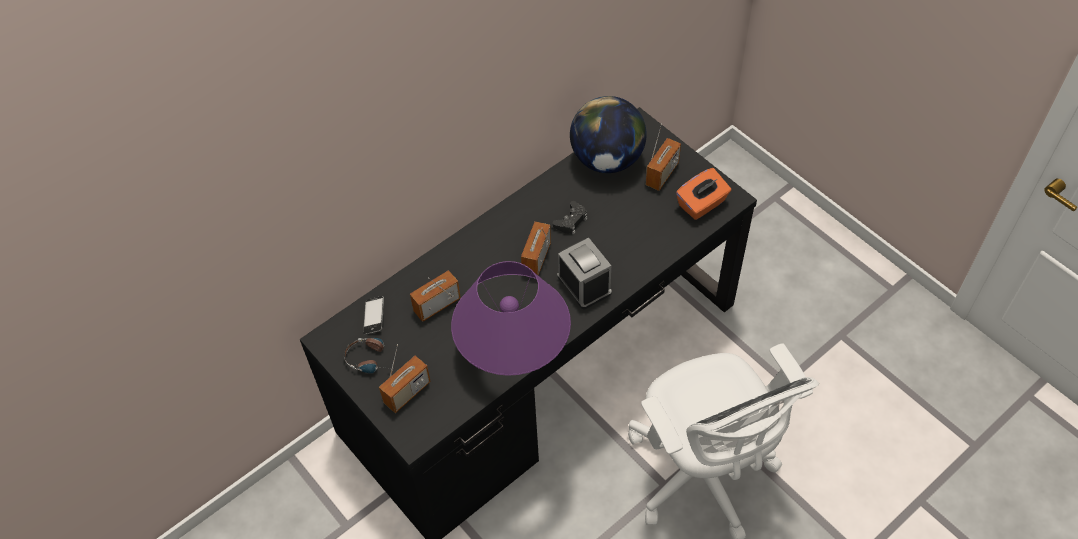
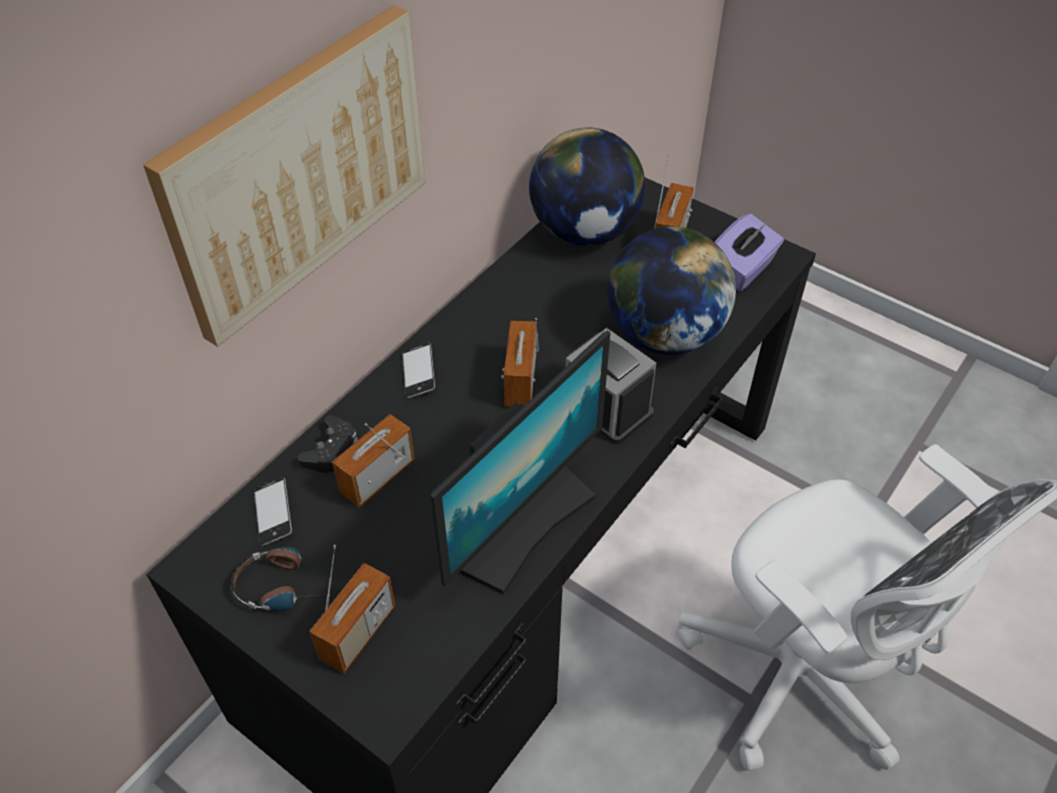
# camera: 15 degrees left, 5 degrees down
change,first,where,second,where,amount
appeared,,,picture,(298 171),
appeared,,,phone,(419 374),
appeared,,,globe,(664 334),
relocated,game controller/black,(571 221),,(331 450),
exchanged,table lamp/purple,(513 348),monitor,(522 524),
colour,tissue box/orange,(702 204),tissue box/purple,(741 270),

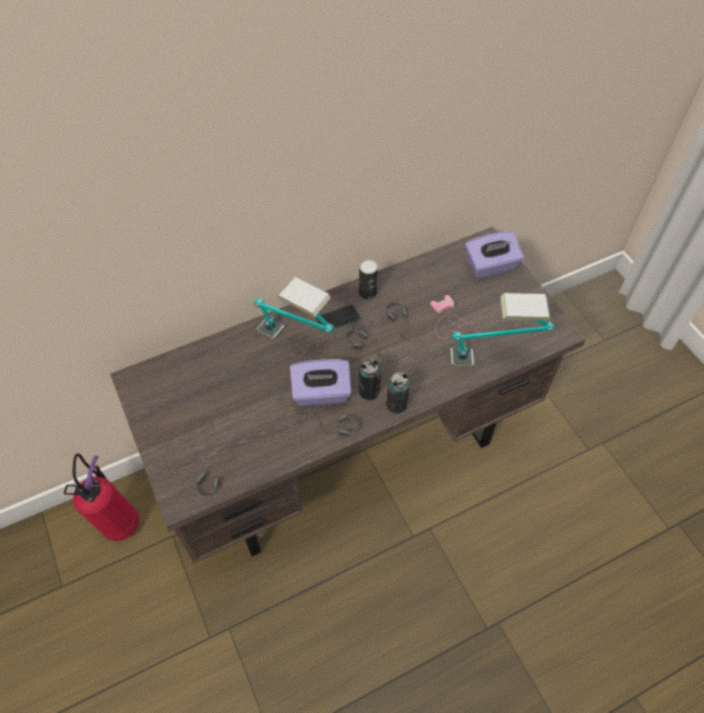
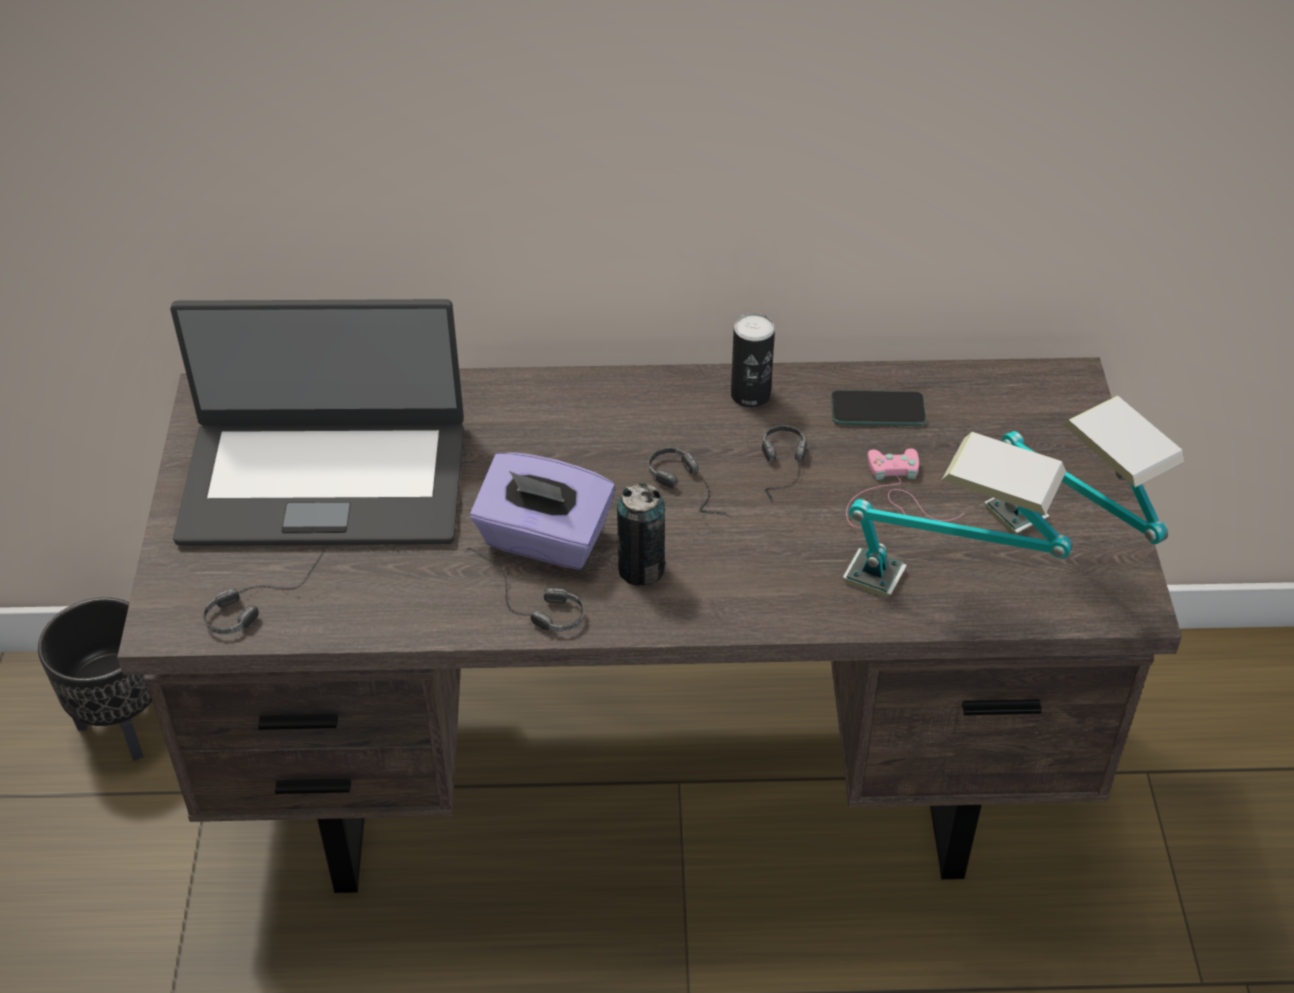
# camera: 25 degrees right, 10 degrees down
change,first,where,second,where,amount
missing,can,(396 404),,,
missing,tissue box/purple,(490 266),,,
appeared,,,laptop,(325 480),
relocated,table lamp,(296 343),,(1064 559),
relocated,phone,(338 319),,(877 410),
exchanged,fire extinguisher,(119 523),planter/black,(124 727),

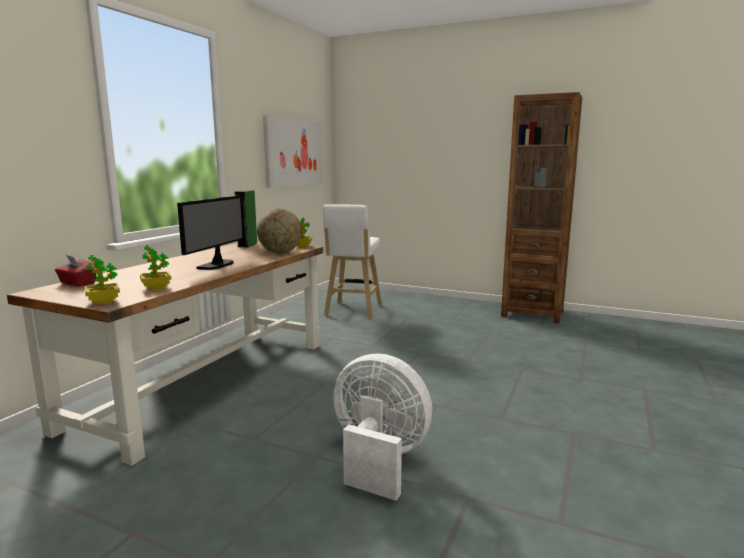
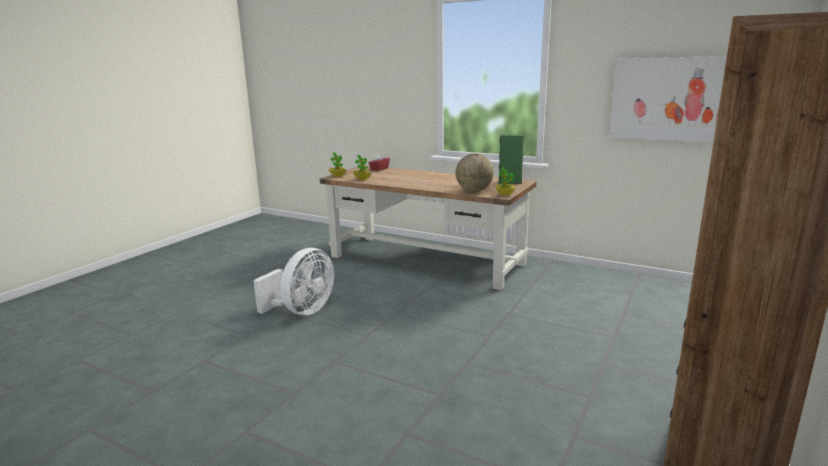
# camera: 95 degrees right, 5 degrees up
change,first,where,second,where,amount
missing,monitor,(217 265),,,
missing,stool/white,(352 311),,,

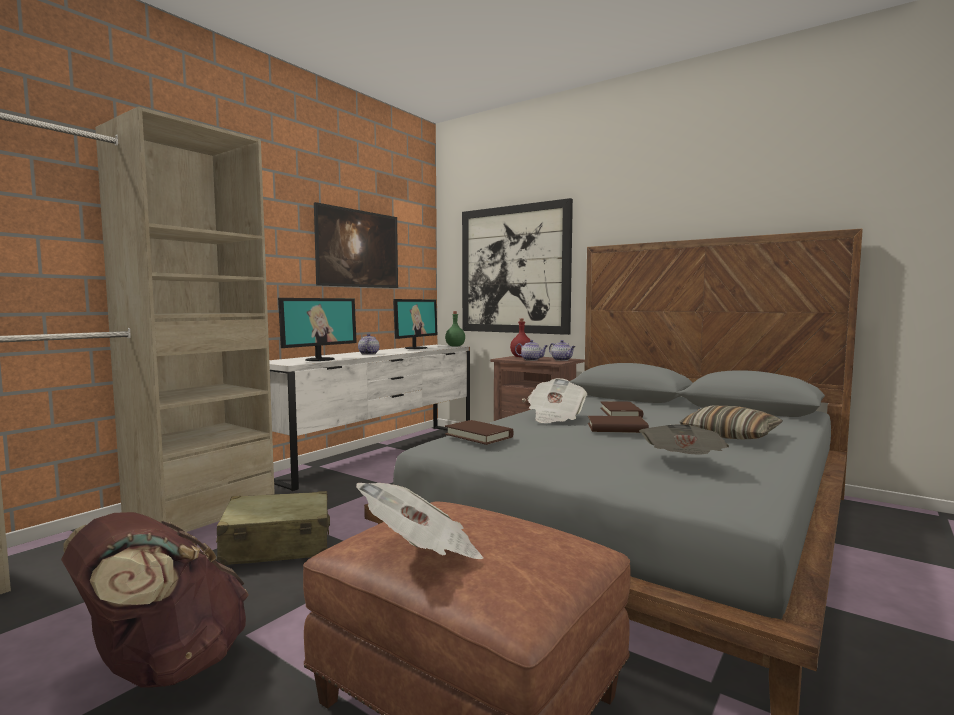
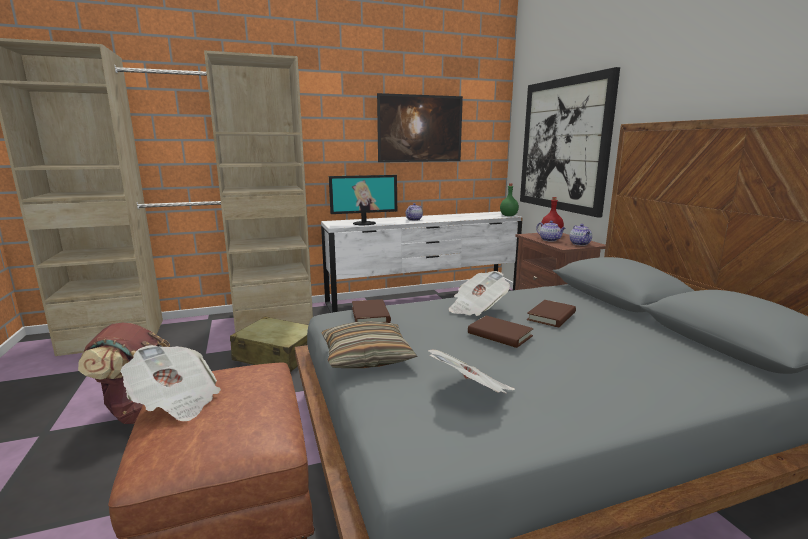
# camera: 35 degrees right, 10 degrees up
change,first,where,second,where,amount
missing,monitor,(415 348),,,
relocated,pillow,(730 435),,(366 356),

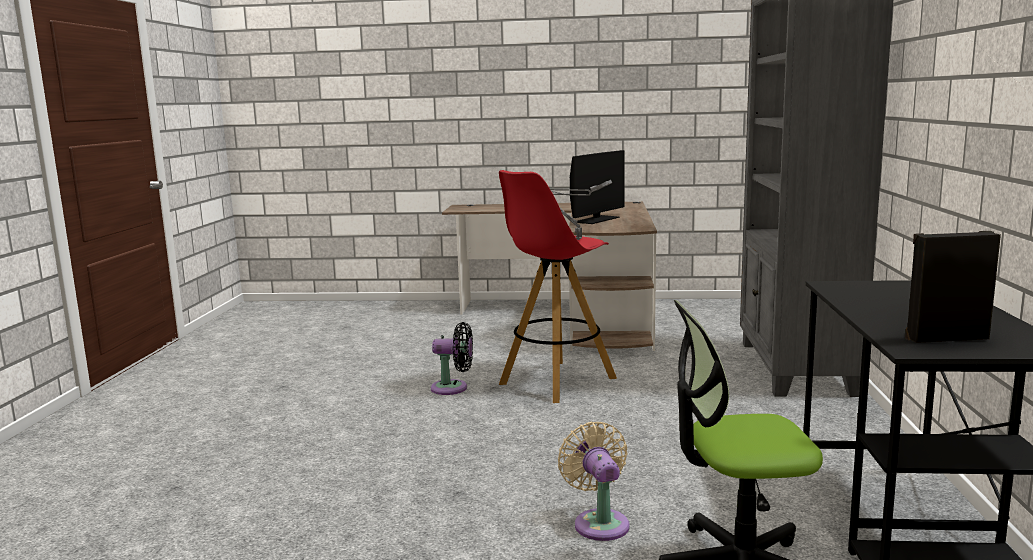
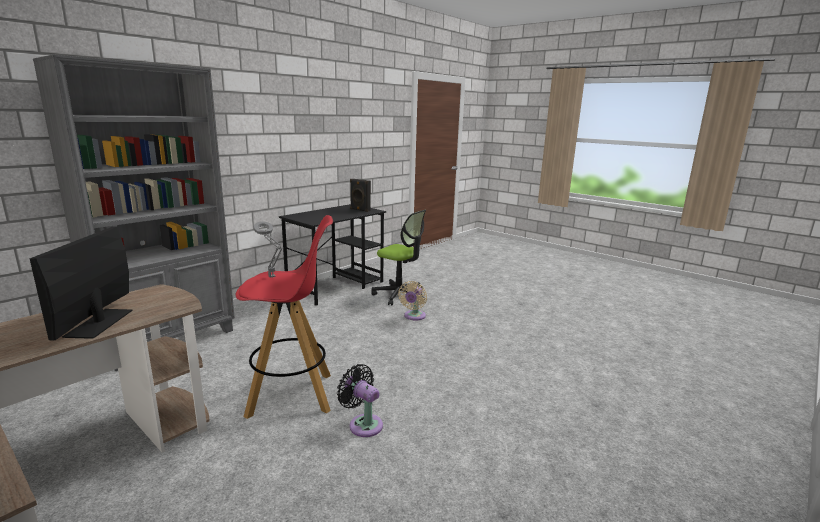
# camera: 145 degrees left, 5 degrees up
change,first,where,second,where,amount
spun,monitor,(596 220),,(99 323),75 degrees counterclockwise

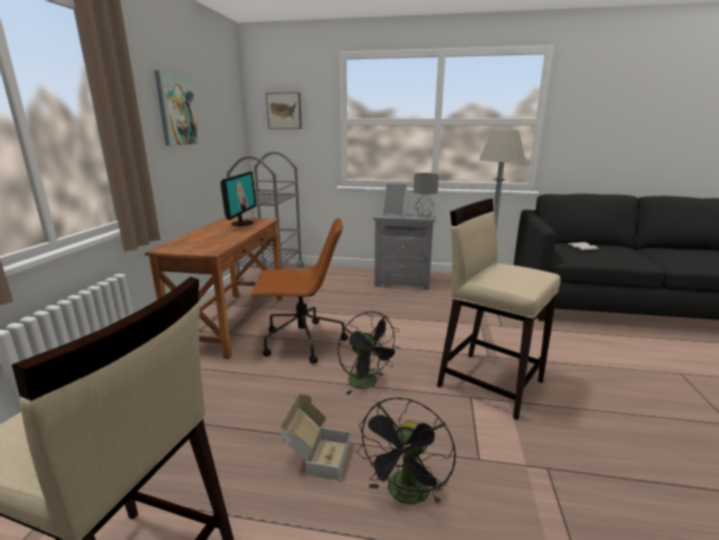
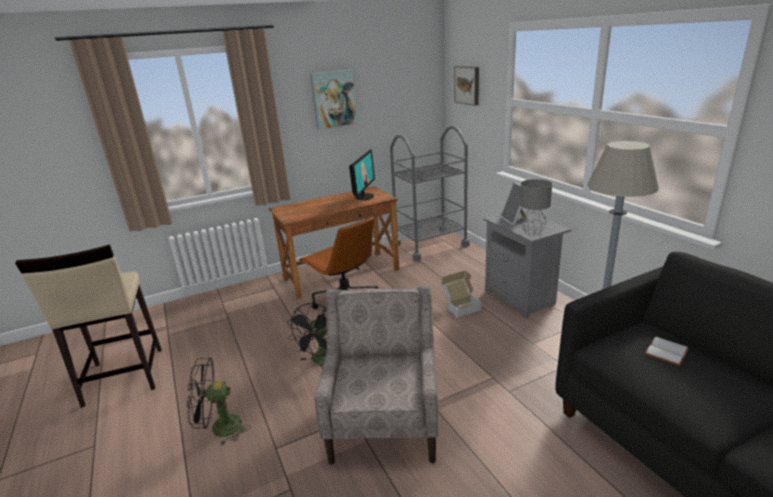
# camera: 55 degrees right, 5 degrees up
change,first,where,second,where,amount
relocated,cardboard box,(316 456),,(460 306),
exchanged,stool/beige,(489 382),armchair/beige,(385 419),
spun,monitor,(242 223),,(364 197),45 degrees counterclockwise

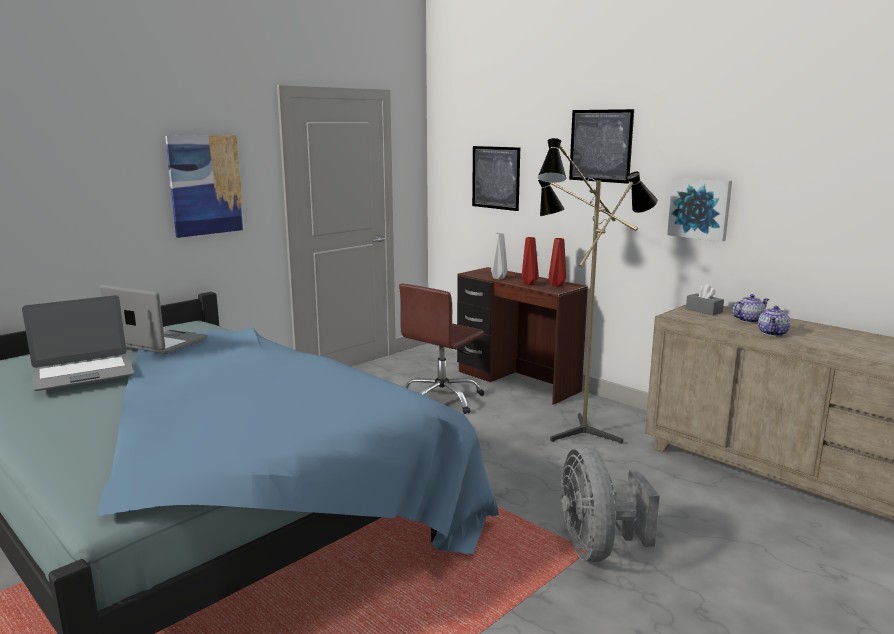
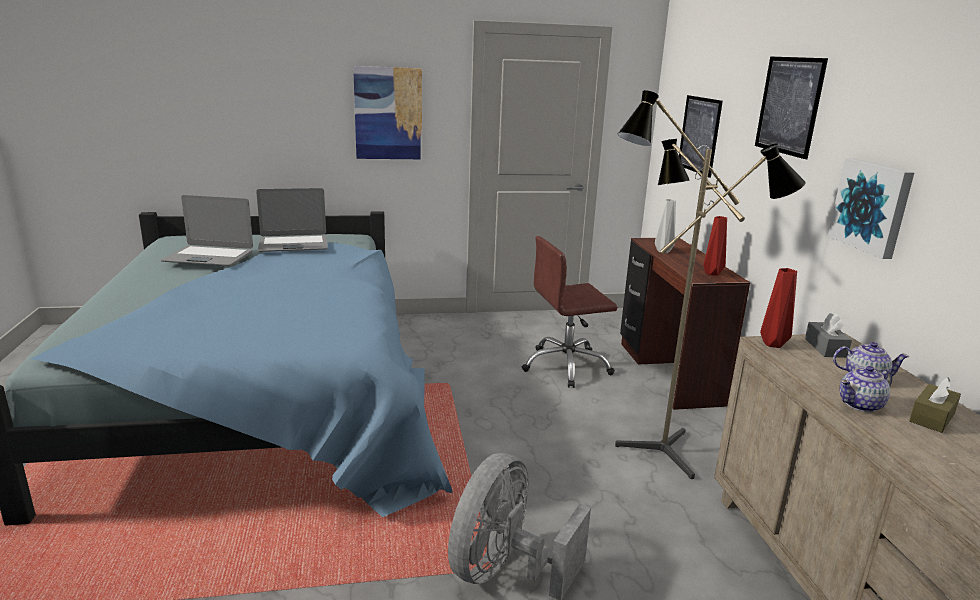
# camera: 35 degrees right, 5 degrees up
change,first,where,second,where,amount
appeared,,,tissue box/brown,(932 417),
relocated,vase/red,(529 284),,(773 345),
spun,laptop,(157 342),,(293 245),105 degrees clockwise

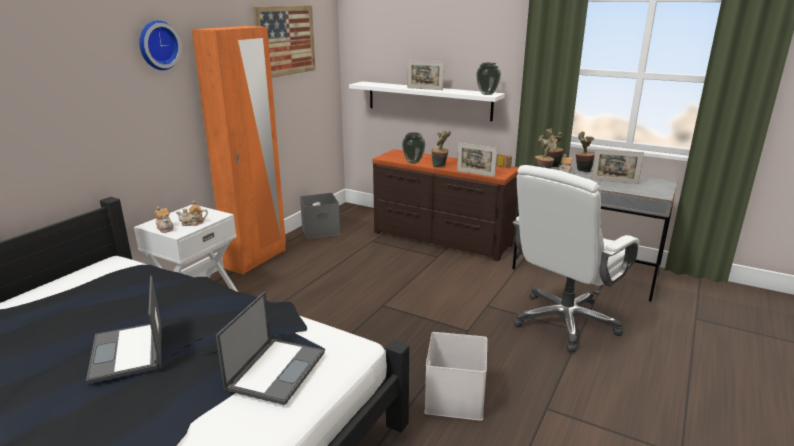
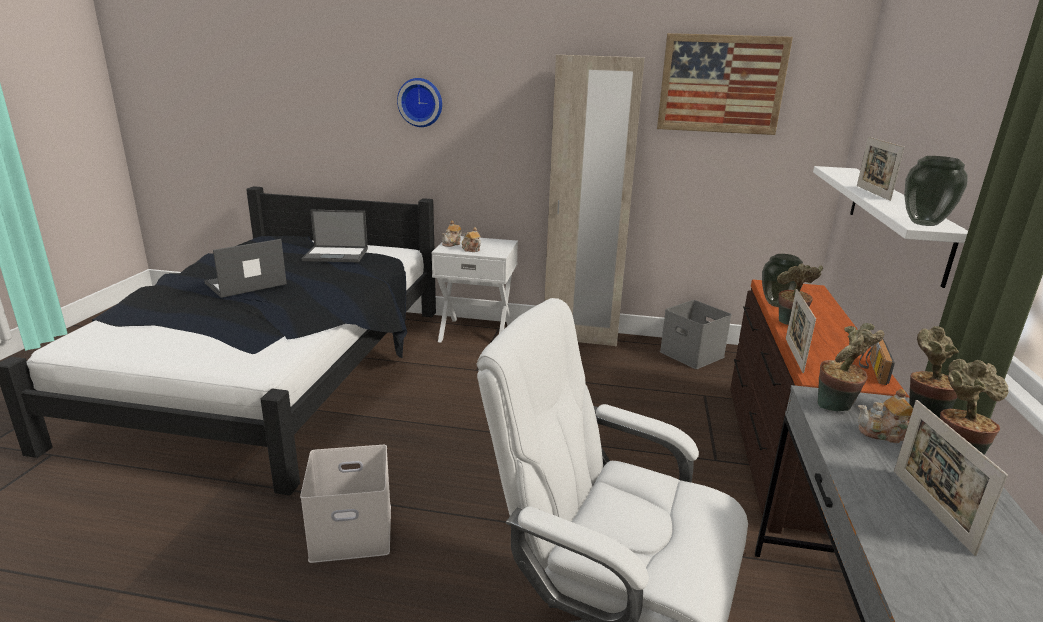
# camera: 70 degrees right, 0 degrees up
change,first,where,second,where,amount
relocated,wall clock,(157 45),,(421 102),
relocated,laptop,(276 369),,(337 255),
colour,wardrobe/orange,(256 259),wardrobe/beige,(580 337),

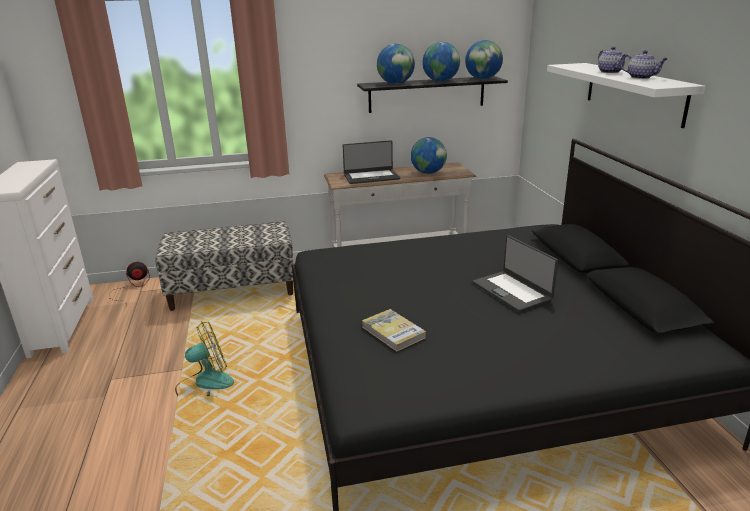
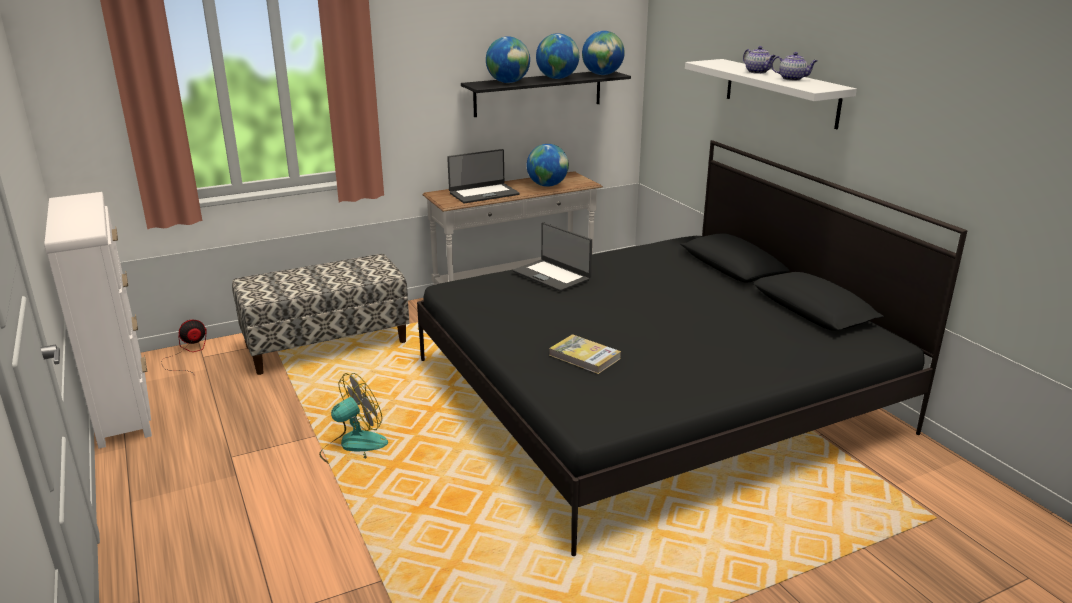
# camera: 15 degrees left, 0 degrees up
change,first,where,second,where,amount
relocated,laptop,(512 291),,(552 275),

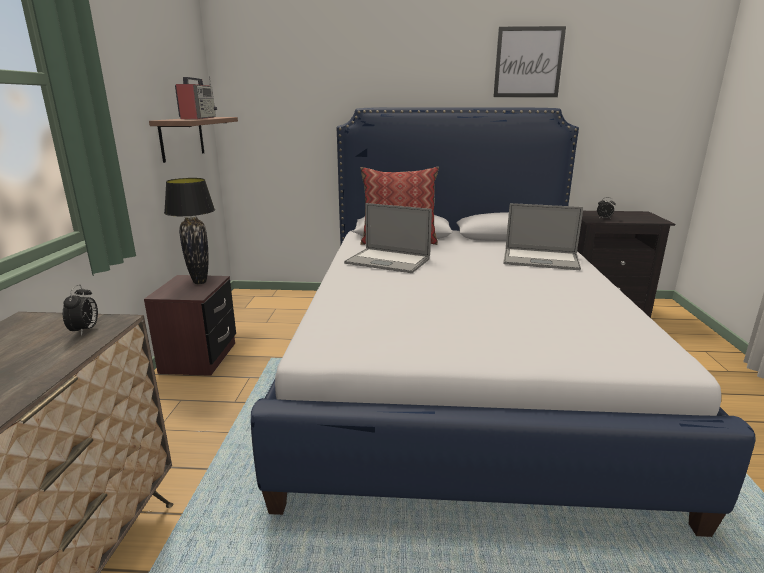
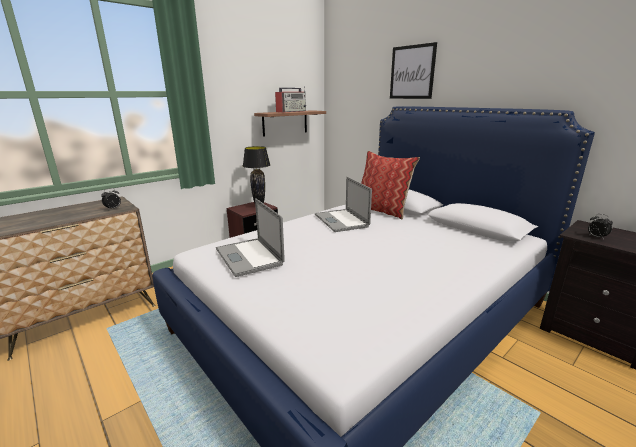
# camera: 45 degrees right, 0 degrees up
change,first,where,second,where,amount
relocated,picture,(528 62),,(412 72),
relocated,laptop,(540 260),,(249 256),

